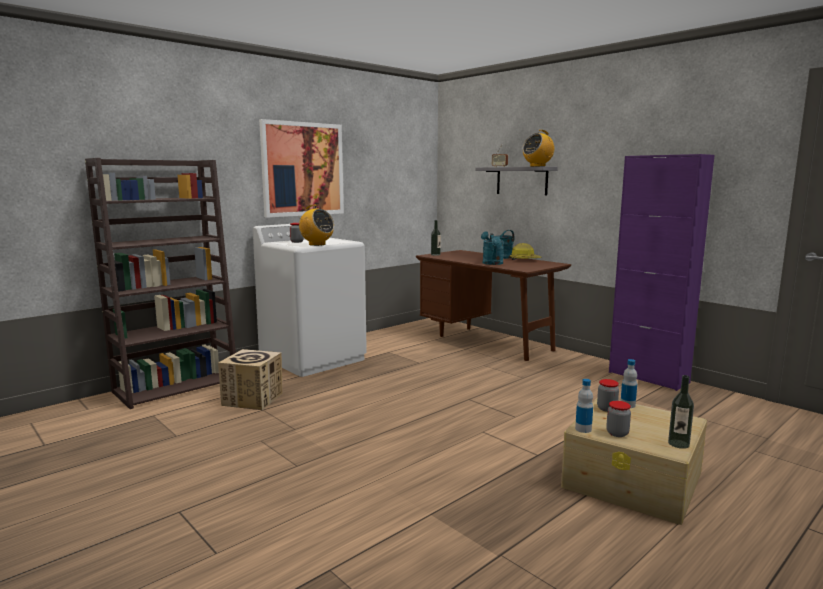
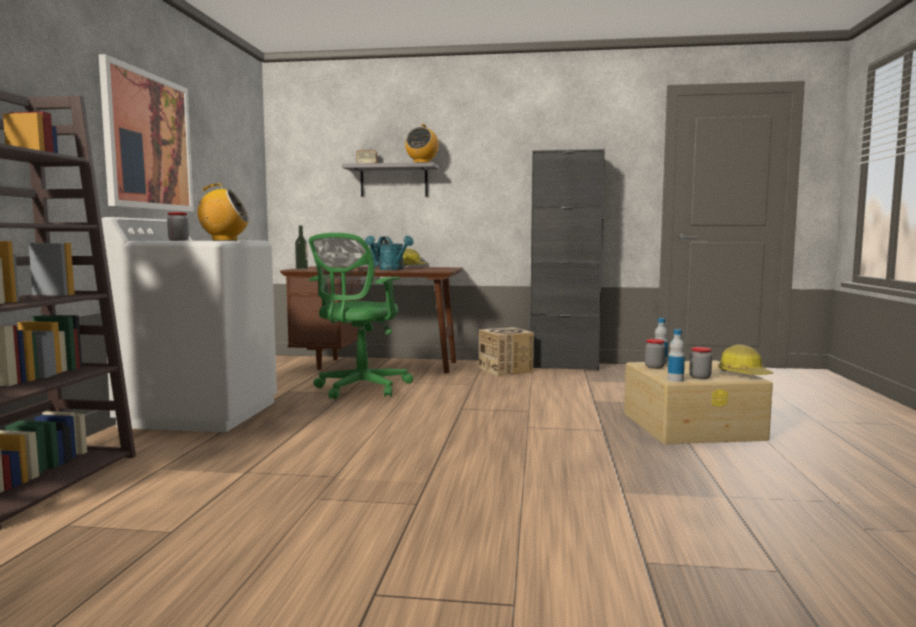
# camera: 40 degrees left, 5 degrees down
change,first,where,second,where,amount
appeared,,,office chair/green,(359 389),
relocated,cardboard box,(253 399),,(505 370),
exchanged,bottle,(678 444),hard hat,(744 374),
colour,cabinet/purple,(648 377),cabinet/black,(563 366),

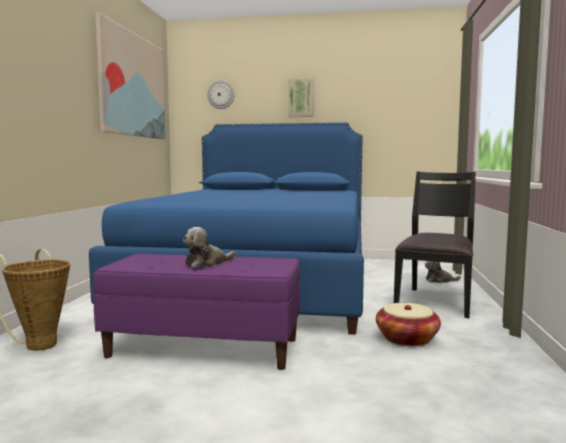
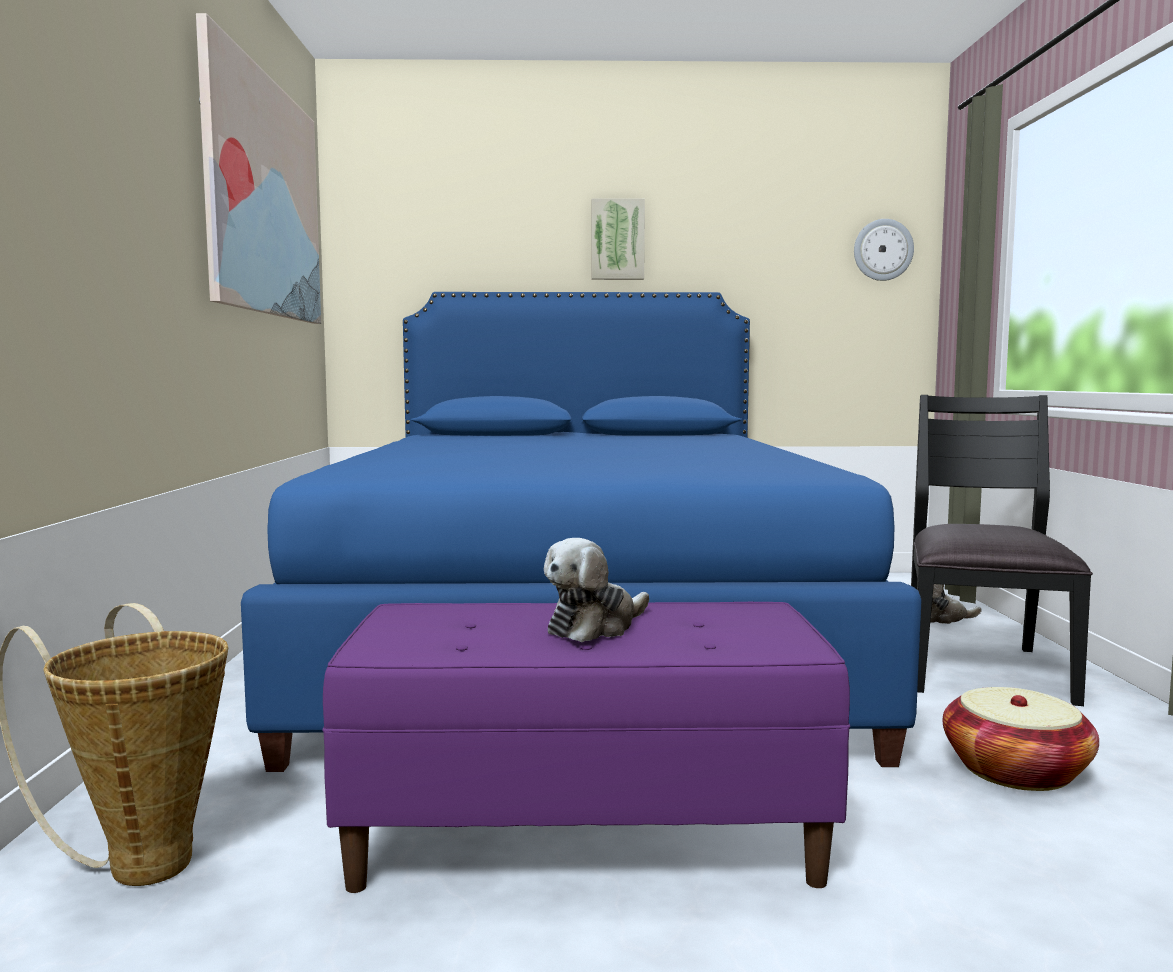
# camera: 10 degrees left, 0 degrees up
change,first,where,second,where,amount
relocated,wall clock,(221 94),,(883 250),

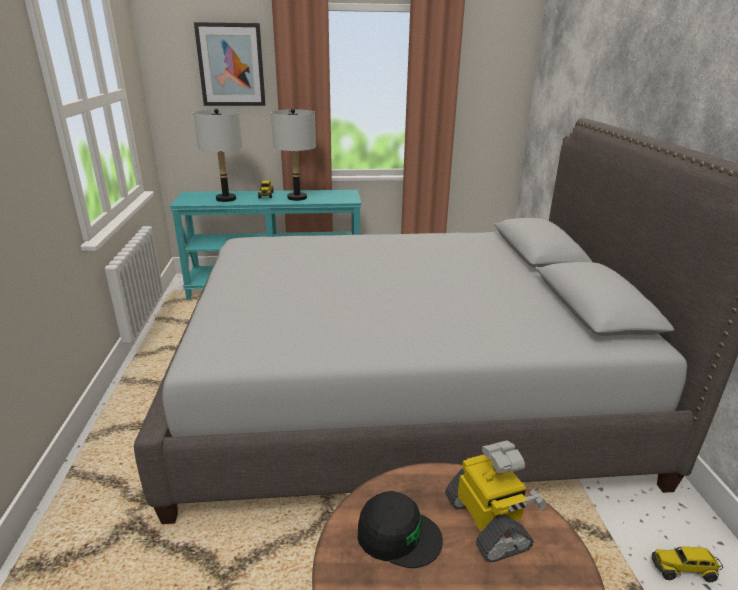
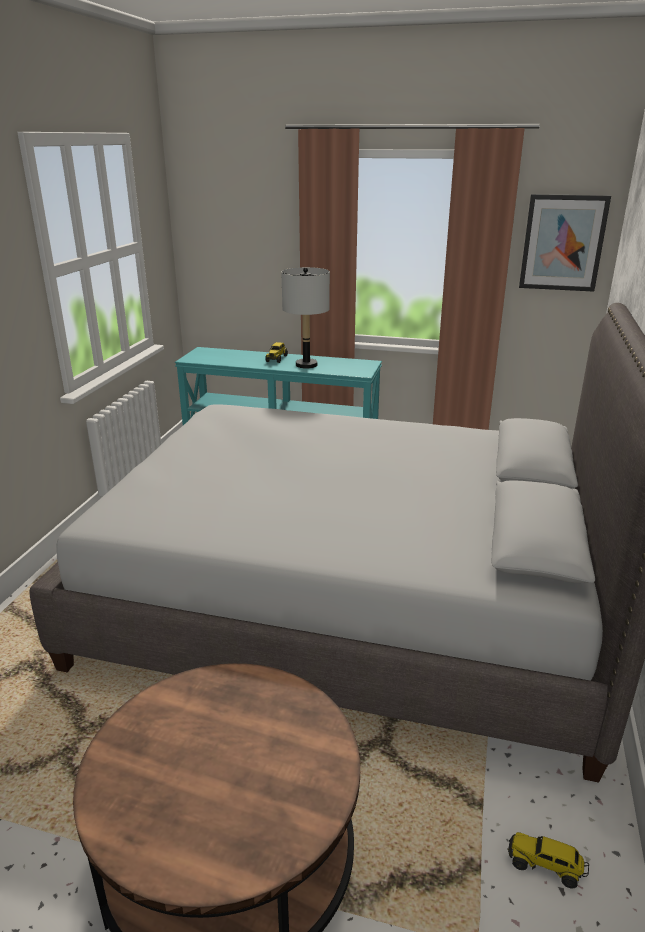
# camera: 20 degrees right, 0 degrees up
change,first,where,second,where,amount
missing,table lamp/grey,(226 199),,,
missing,cap/black,(398 535),,,
missing,toy robot,(488 523),,,
relocated,picture,(231 65),,(562 243),

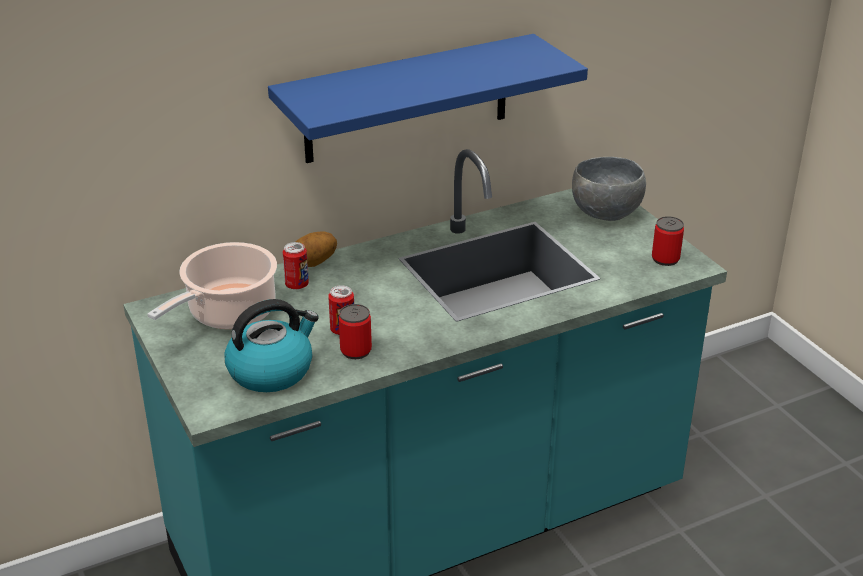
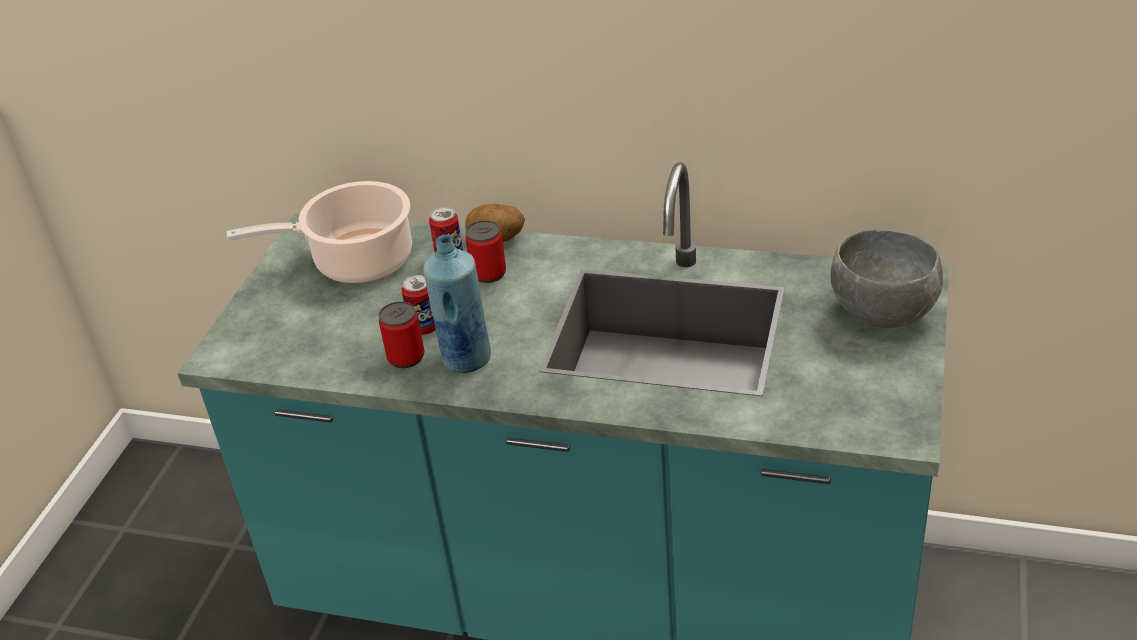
# camera: 45 degrees right, 5 degrees up
change,first,where,second,where,amount
missing,kettle,(271 370),,,
missing,shelf/blue,(407 99),,,
appeared,,,bottle/blue,(466 359),
relocated,can,(665 259),,(489 273),

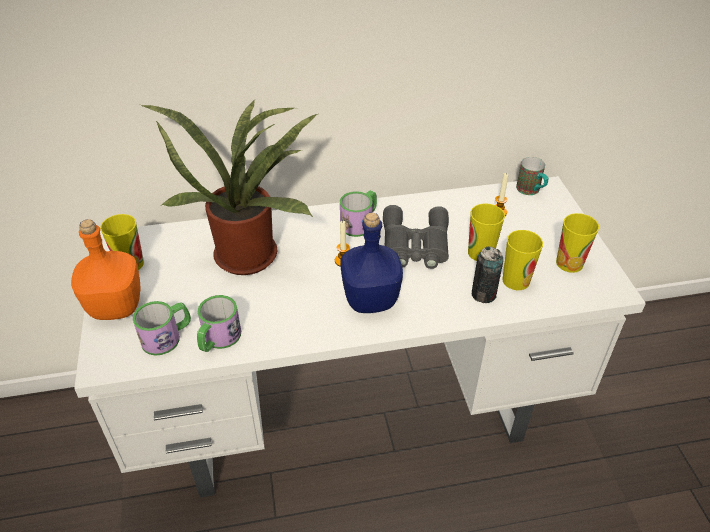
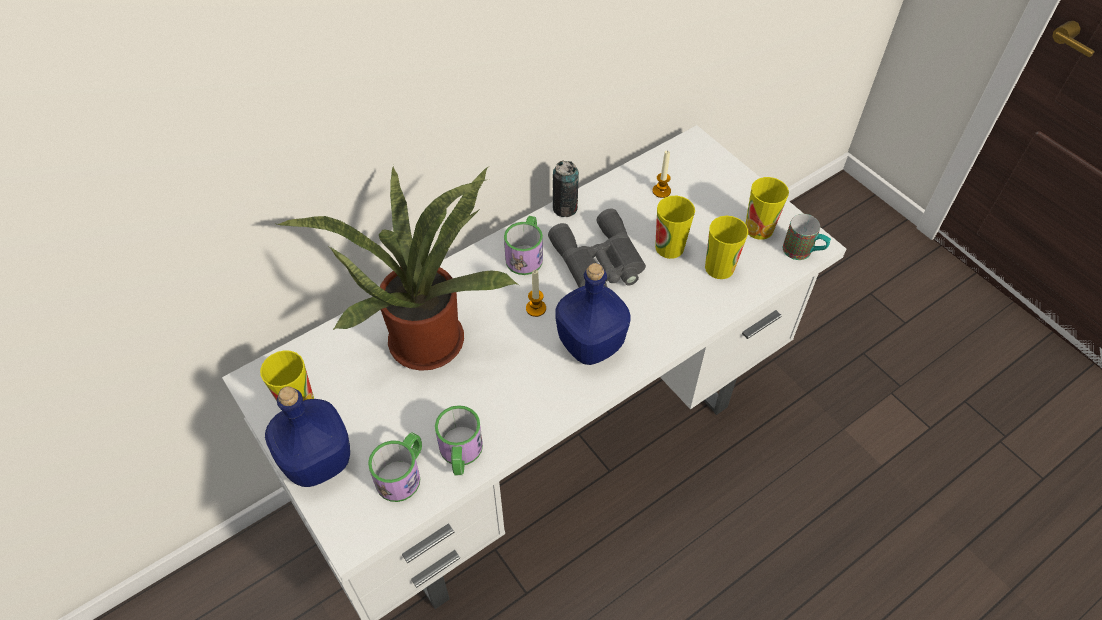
# camera: 25 degrees left, 10 degrees up
change,first,where,second,where,amount
relocated,can,(483 294),,(565 208),
relocated,mug,(531 191),,(803 252),
colour,bottle/orange,(114 306),bottle/blue,(317 462),

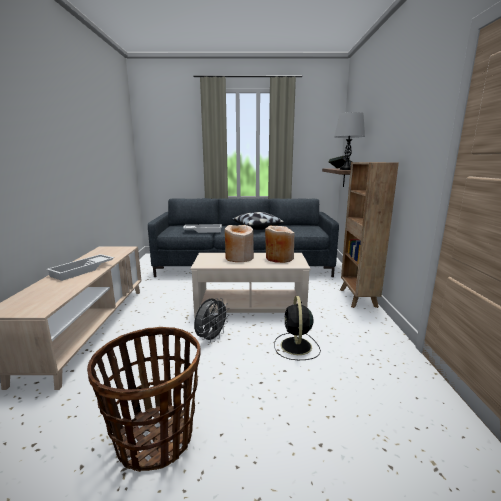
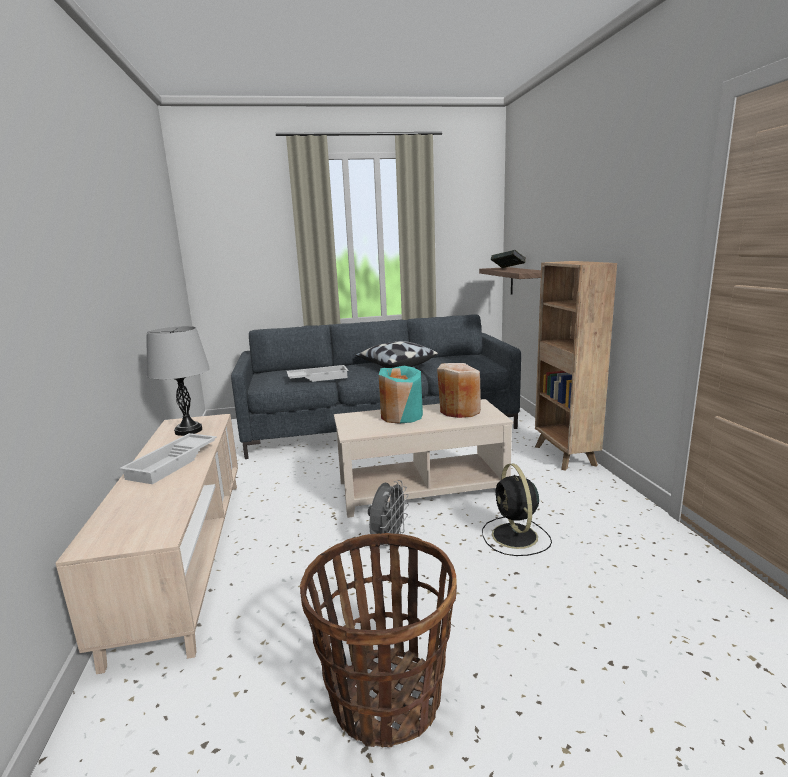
# camera: 10 degrees left, 0 degrees up
change,first,where,second,where,amount
relocated,table lamp/grey,(346 169),,(188 430),
colour,vase/beige,(239 258),vase/turquoise,(401 416),

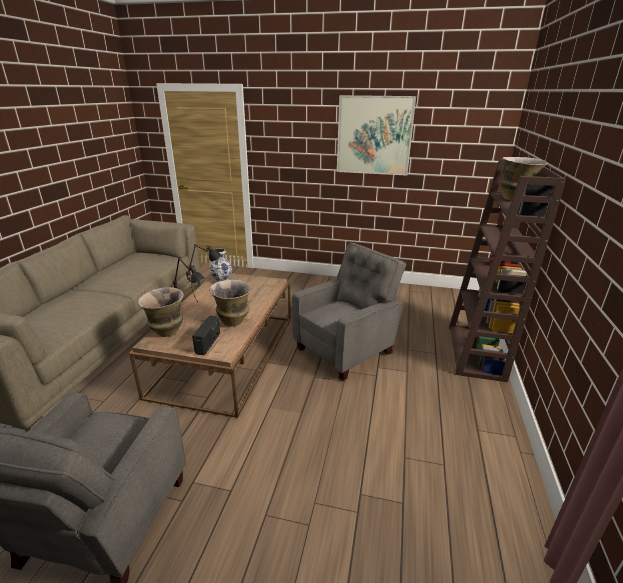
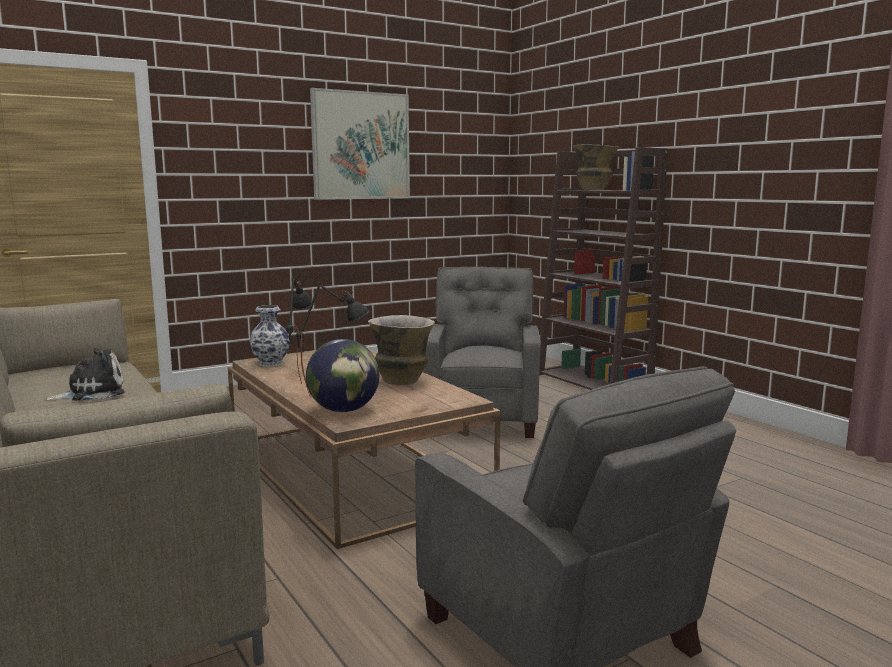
# camera: 45 degrees left, 15 degrees down
change,first,where,second,where,amount
missing,radio,(208 343),,,
appeared,,,plush toy,(92 393),
exchanged,vase,(167 332),globe,(344 410),

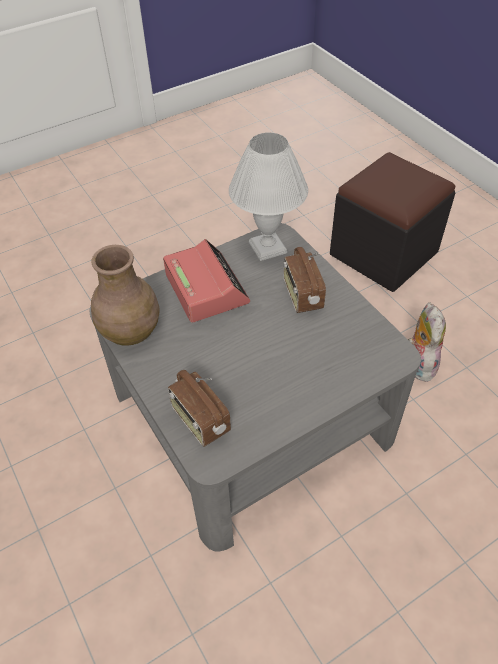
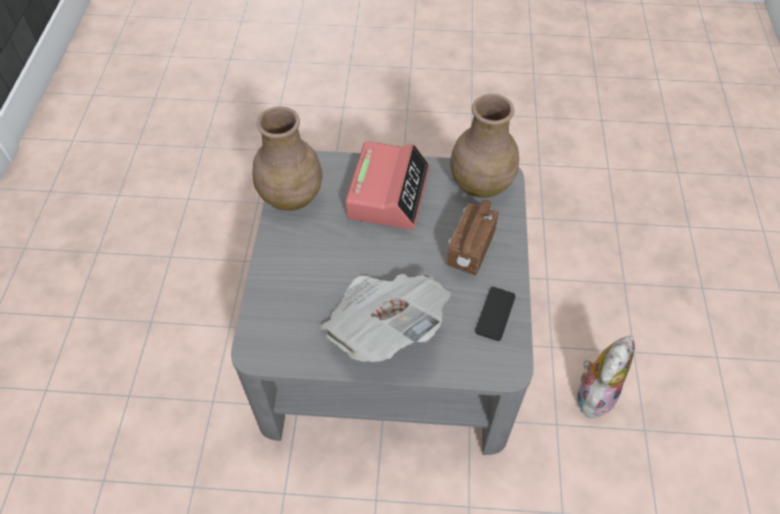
# camera: 35 degrees right, 5 degrees up
change,first,where,second,where,amount
missing,radio,(200 421),,,
missing,ottoman/black,(383 253),,,
appeared,,,newspaper,(383 327),
appeared,,,phone,(495 314),
exchanged,table lamp/white,(268 247),vase/brown,(481 184),

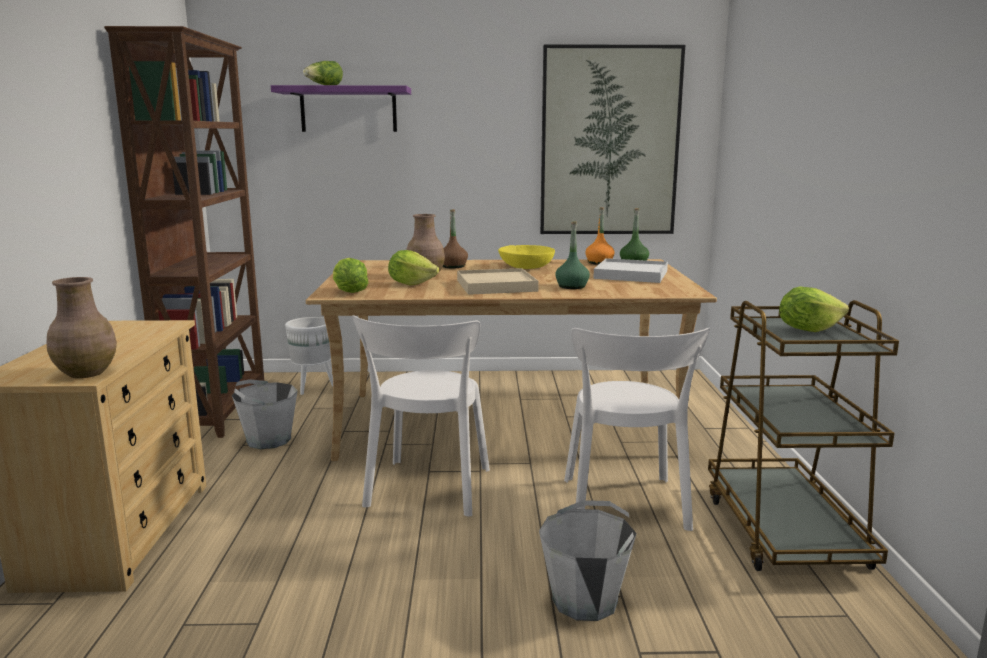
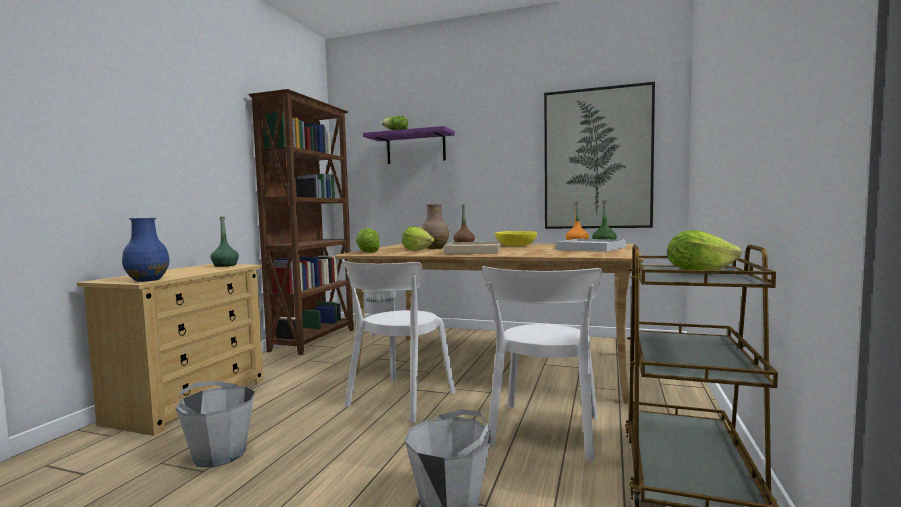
# camera: 20 degrees right, 10 degrees down
change,first,where,second,where,amount
relocated,bucket/grey,(268 440),,(219 454),
relocated,bottle/green,(572 286),,(225 265),
colour,vase/brown,(87 373),vase/blue,(148 280),

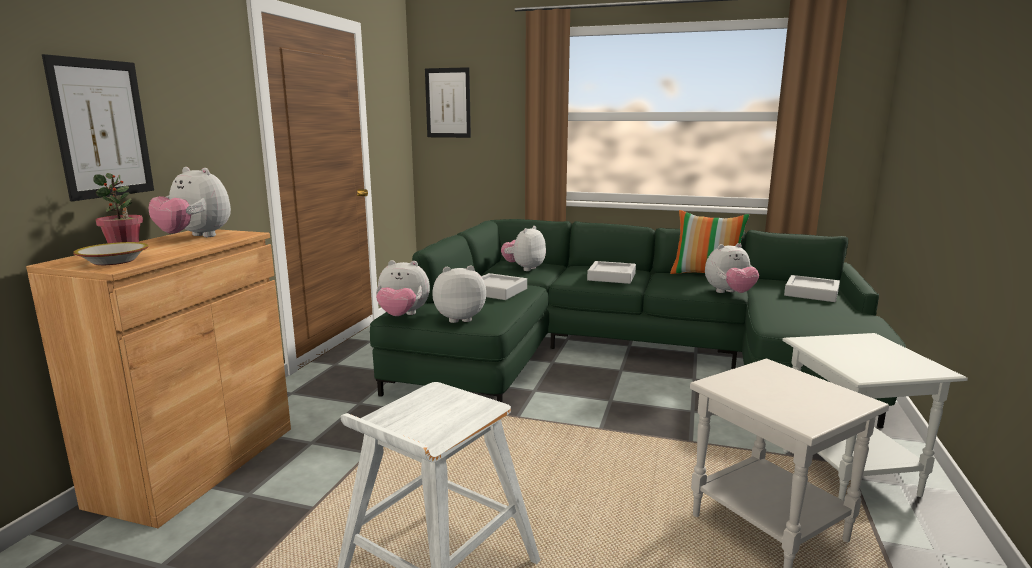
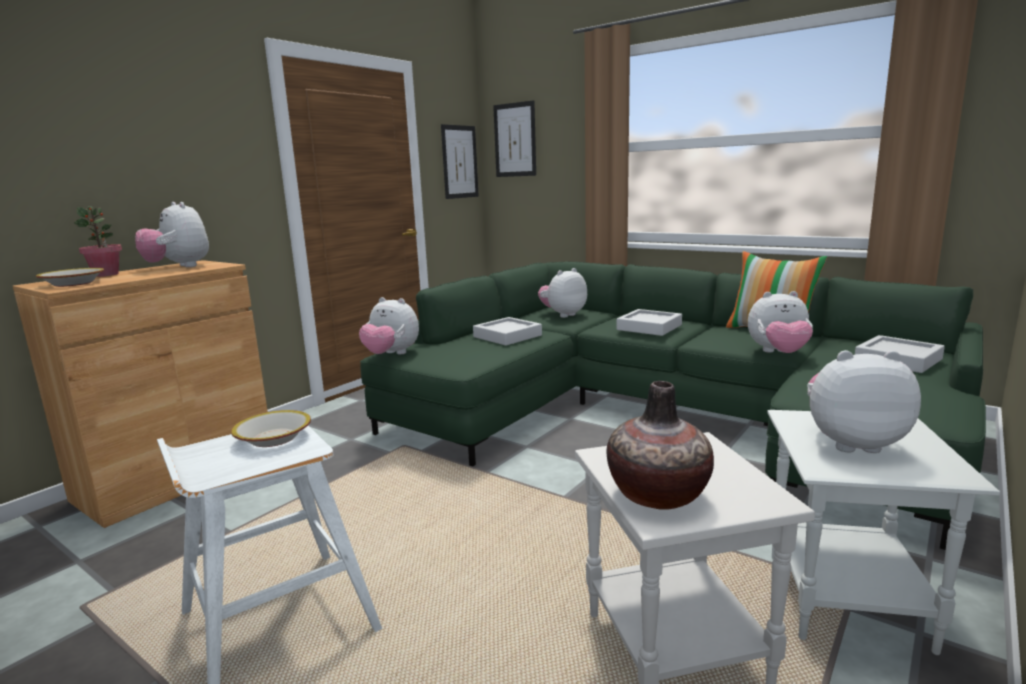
# camera: 20 degrees right, 0 degrees up
change,first,where,second,where,amount
appeared,,,bowl,(273 438),
appeared,,,vase,(657 495),
relocated,picture,(102 129),,(459 162),
relocated,plush toy,(459 318),,(852 443),

